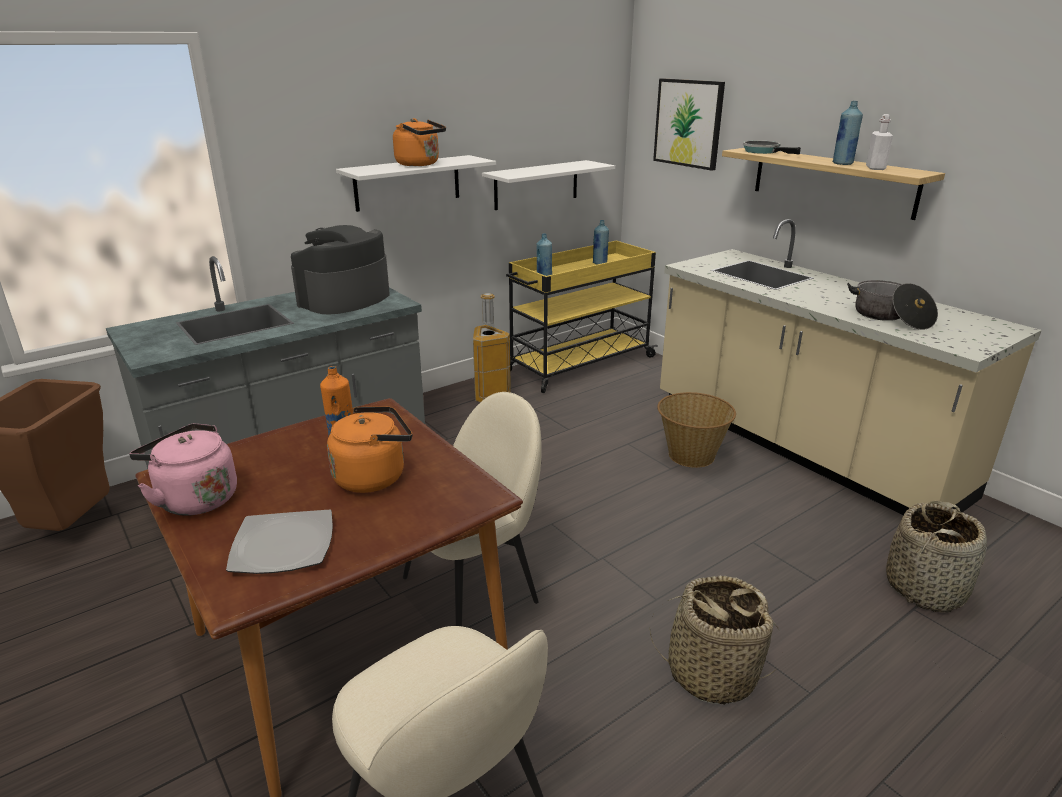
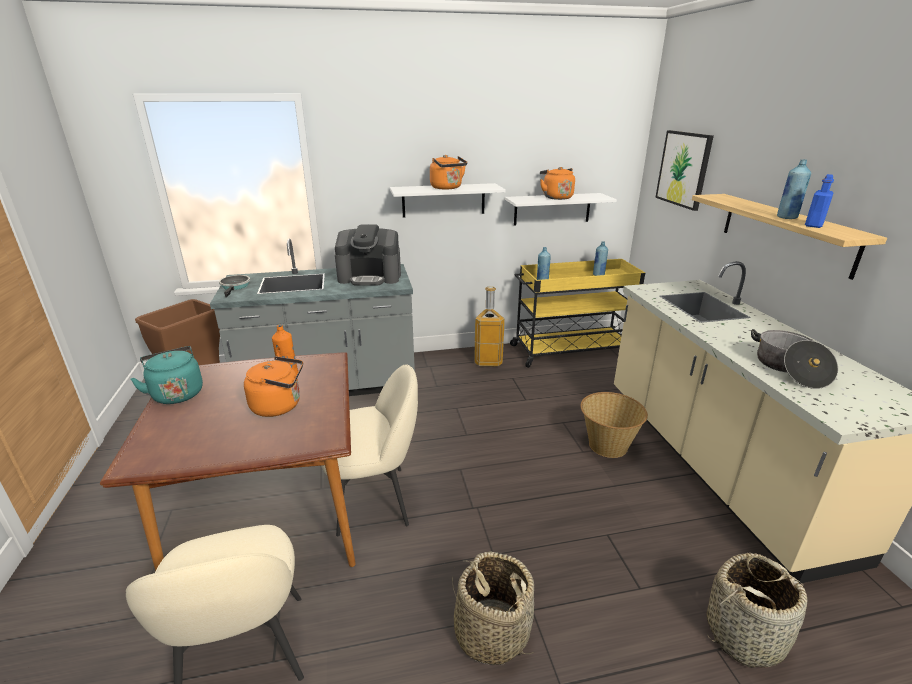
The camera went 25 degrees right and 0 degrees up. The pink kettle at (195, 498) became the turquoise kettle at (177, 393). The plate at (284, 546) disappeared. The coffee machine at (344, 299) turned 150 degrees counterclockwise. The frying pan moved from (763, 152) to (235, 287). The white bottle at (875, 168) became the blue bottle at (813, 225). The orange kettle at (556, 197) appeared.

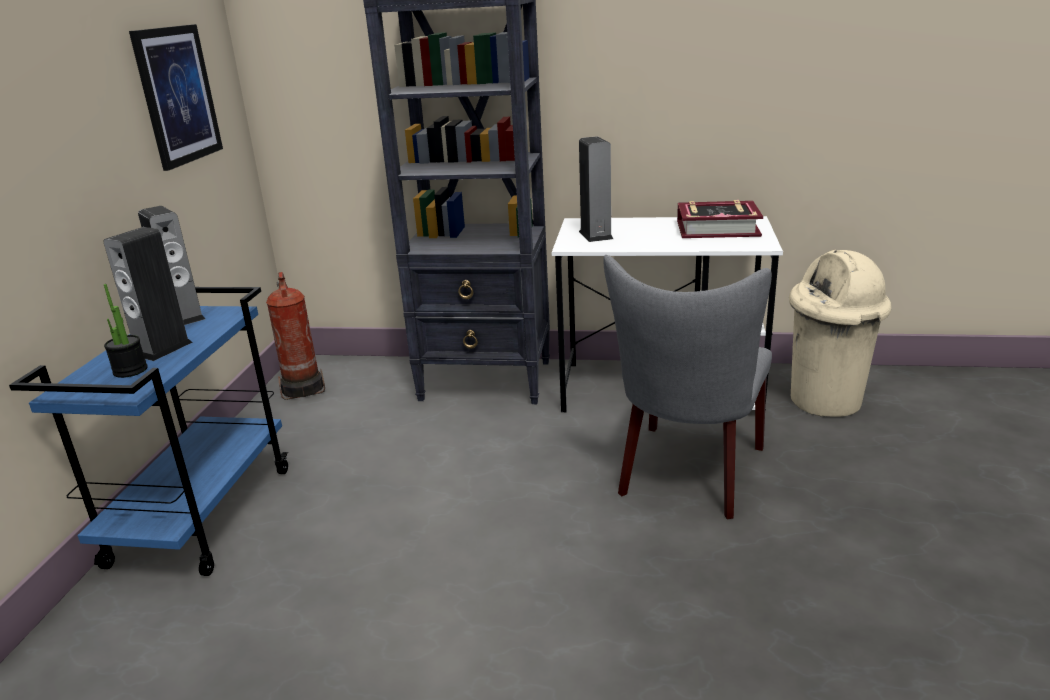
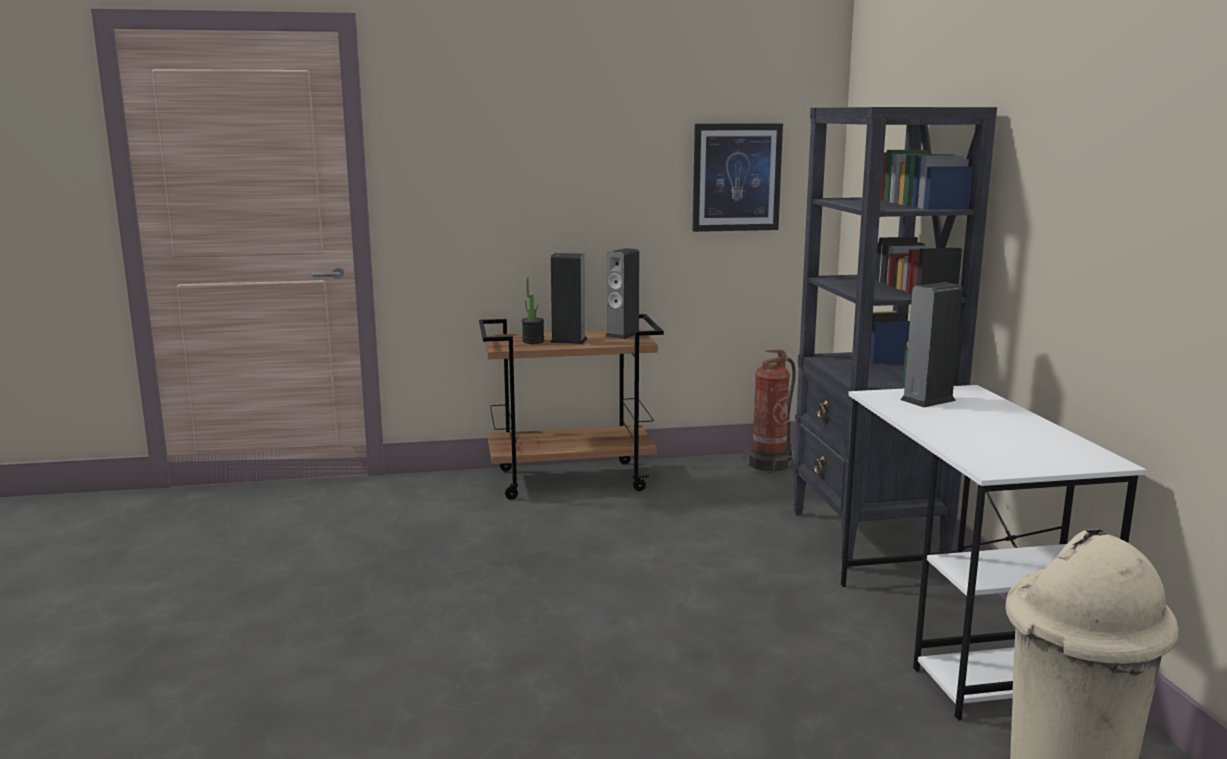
The camera went 70 degrees right and 10 degrees down. The blue cart at (202, 514) became the brown cart at (572, 479). The grey chair at (688, 475) disappeared. The book at (717, 228) disappeared.

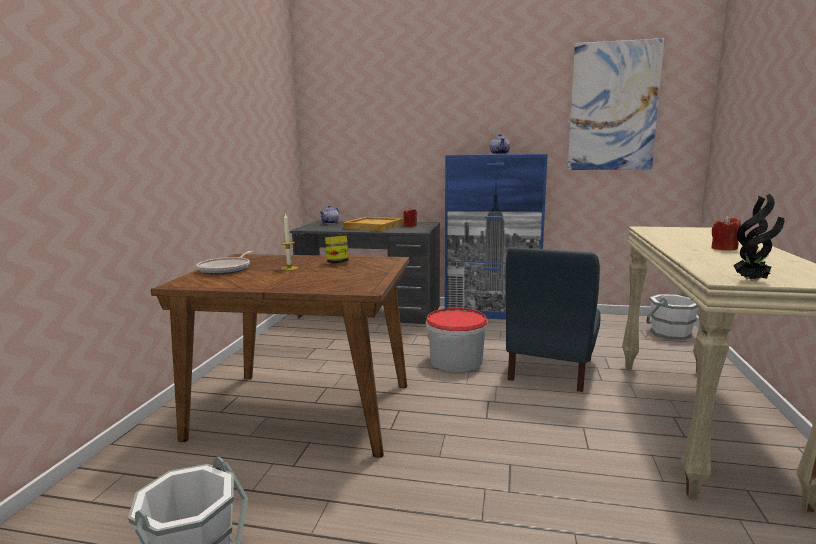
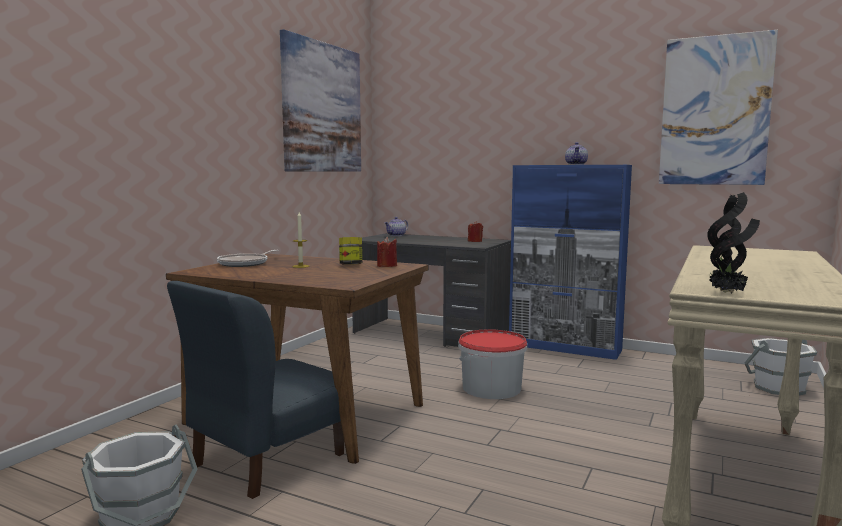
The camera went 15 degrees right and 5 degrees down. The beige tray at (373, 226) disappeared. The blue chair moved from (550, 369) to (267, 459). The red candle moved from (723, 248) to (387, 266). The picture at (322, 108) appeared.

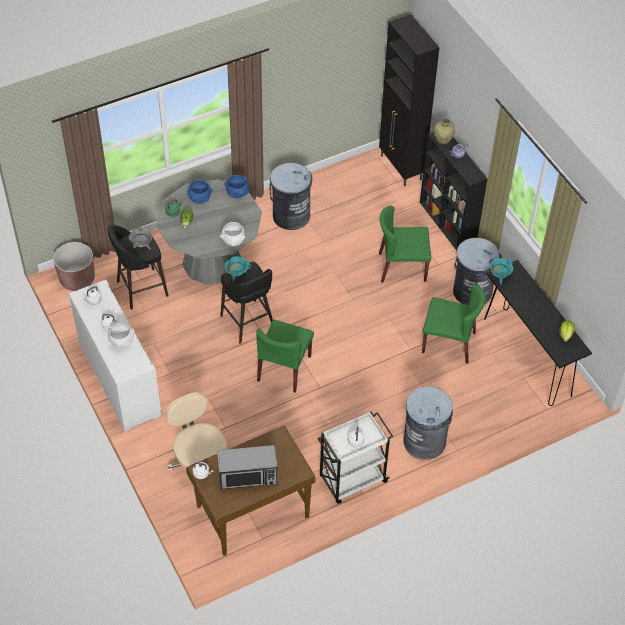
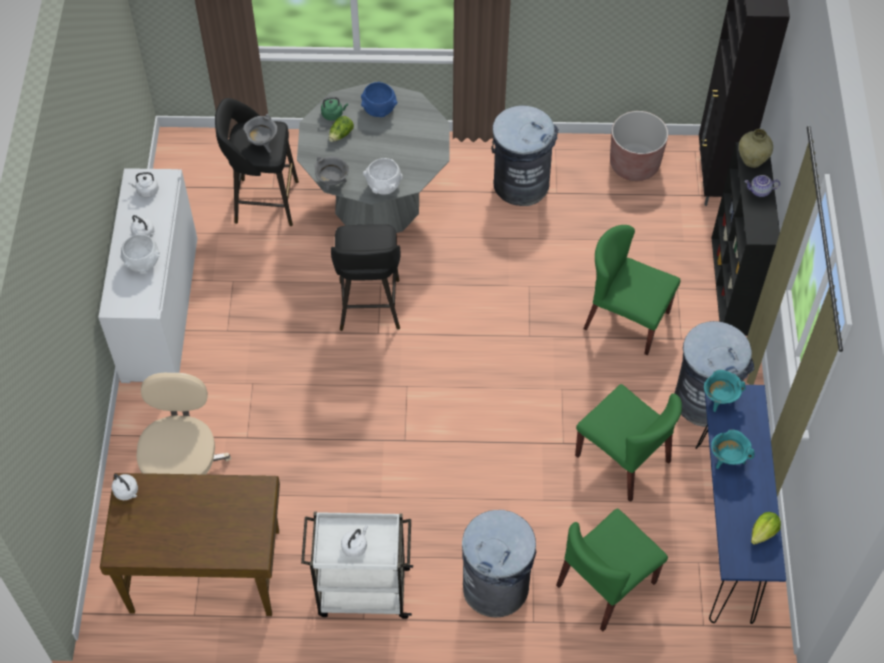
The camera went 30 degrees right and 5 degrees up. The brown planter moved from (77, 279) to (634, 164). The microwave at (248, 475) disappeared. The blue bowl at (237, 193) disappeared. The turquoise cooking pot moved from (237, 275) to (727, 459). The green chair moved from (284, 369) to (606, 585). The black console table at (527, 356) became the blue console table at (724, 531). The grey cooking pot at (332, 183) appeared.

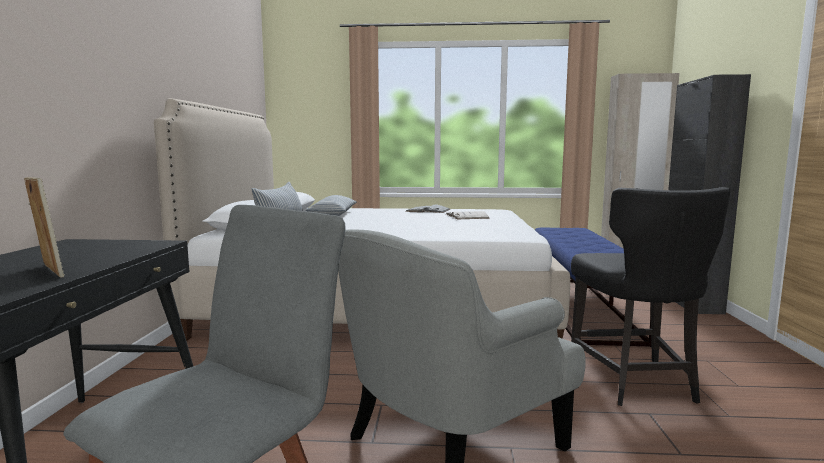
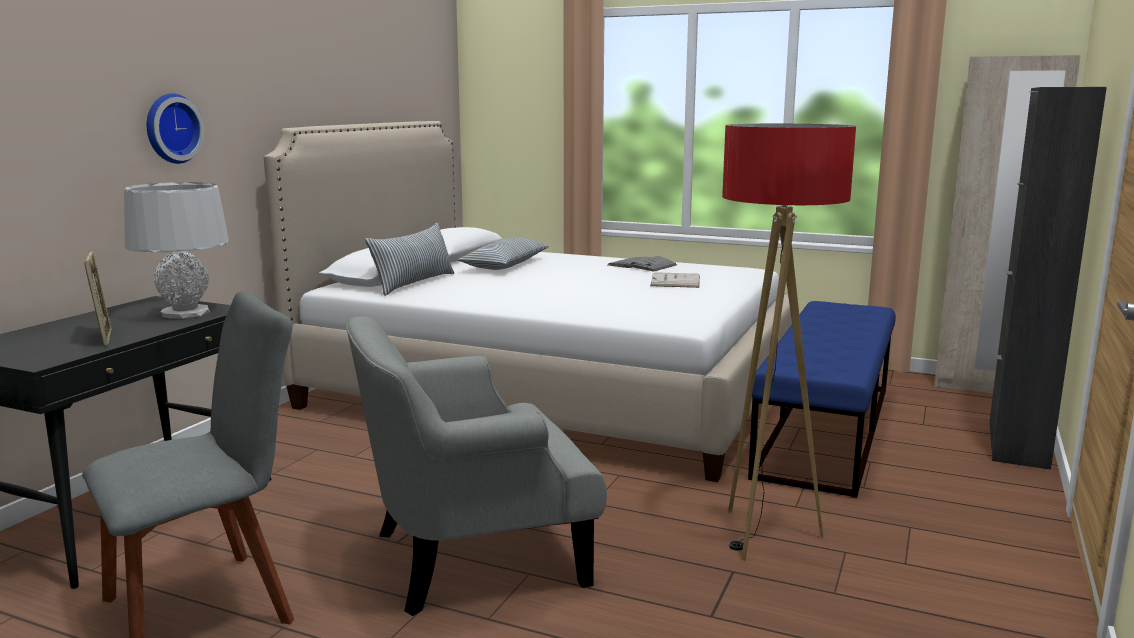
The camera went 20 degrees right and 5 degrees up. The black chair at (634, 382) was replaced by the floor lamp at (764, 535). The grey table lamp at (185, 313) appeared. The wall clock at (170, 128) appeared.

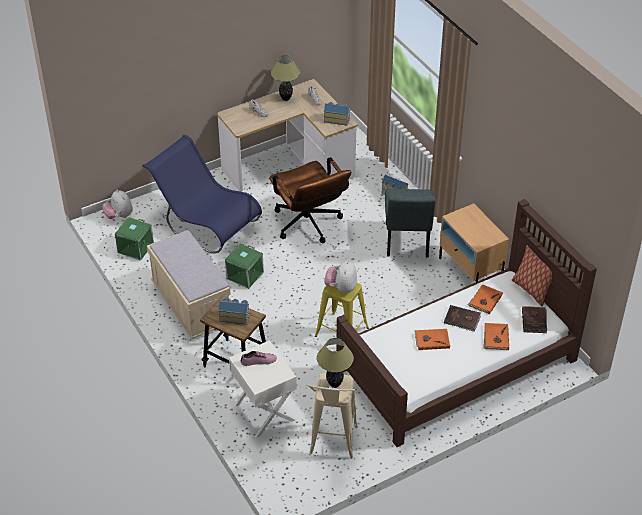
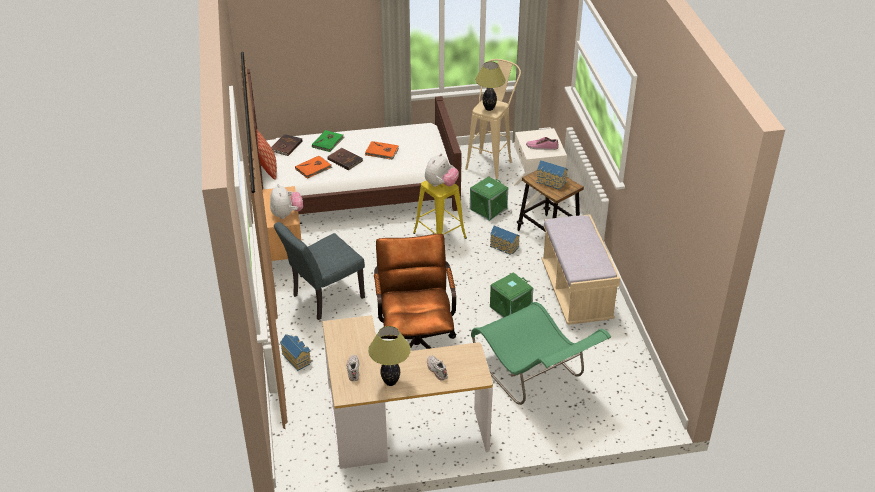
The camera went 160 degrees left and 5 degrees down. The plush toy moved from (119, 216) to (287, 214). The green storage box moved from (135, 248) to (488, 209). The blue chair at (205, 224) became the green chair at (534, 377). The toy house moved from (337, 119) to (503, 247). The grey chair at (407, 243) turned 150 degrees counterclockwise. The orange book at (495, 338) became the green book at (328, 142).

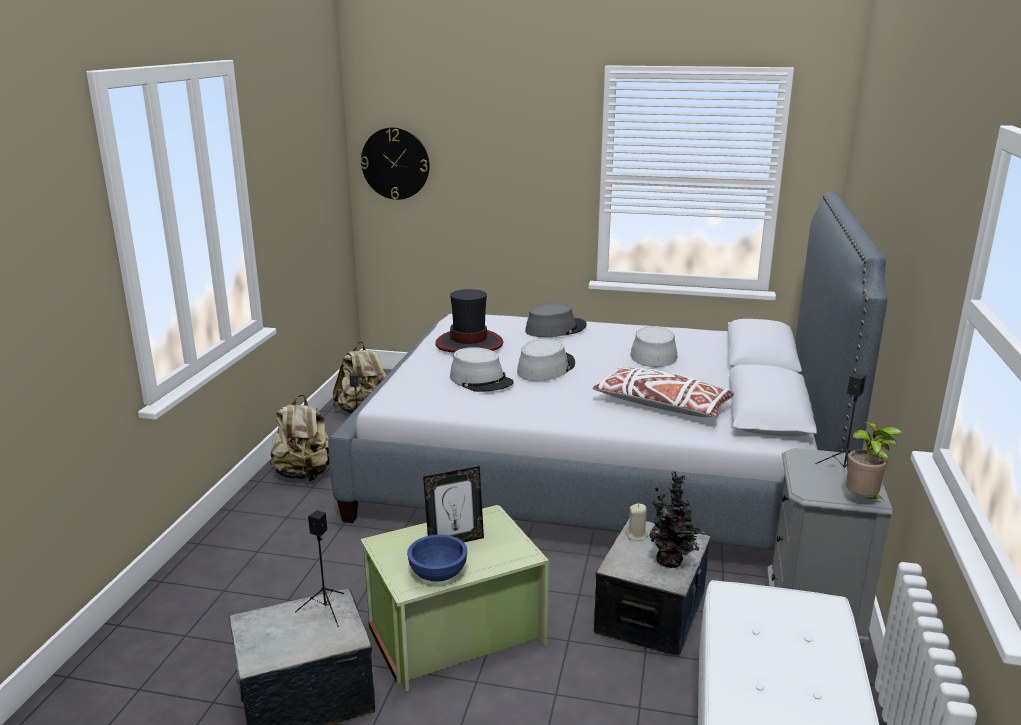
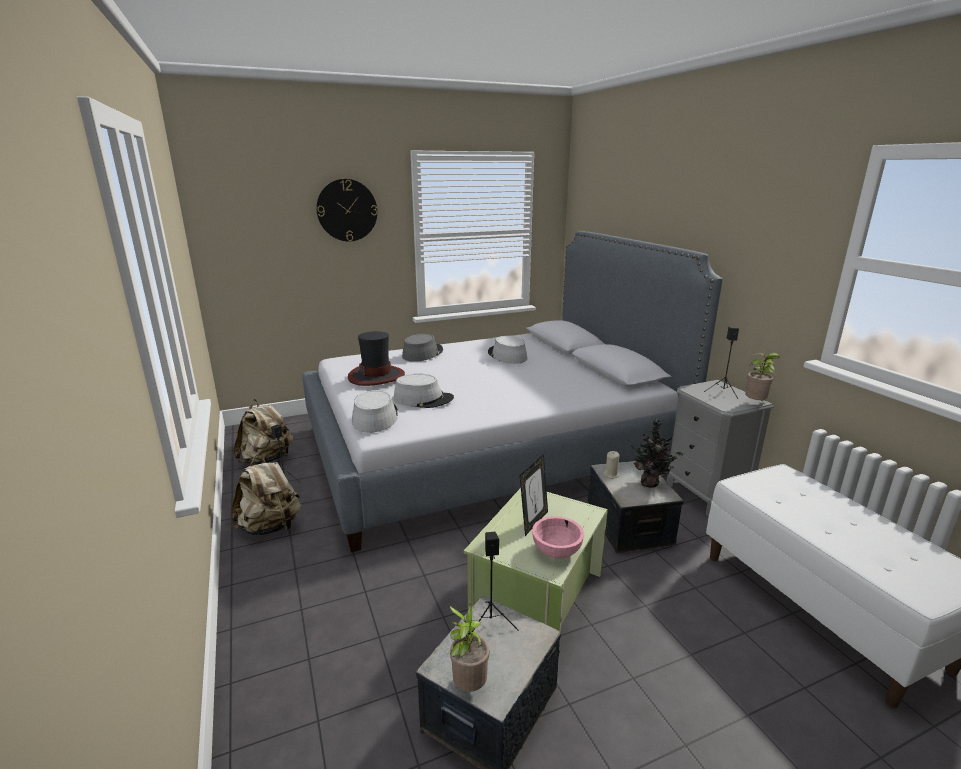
The camera went 35 degrees left and 0 degrees up. The wall clock moved from (395, 163) to (347, 210). The blue bowl at (438, 574) became the pink bowl at (557, 551). The grey hat moved from (546, 368) to (375, 417). The white pillow at (663, 405) disappeared. The potted plant at (468, 685) appeared.

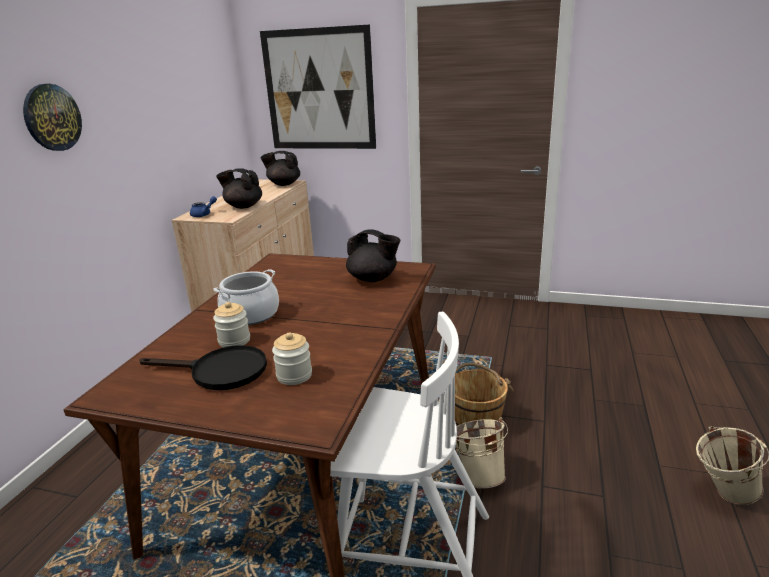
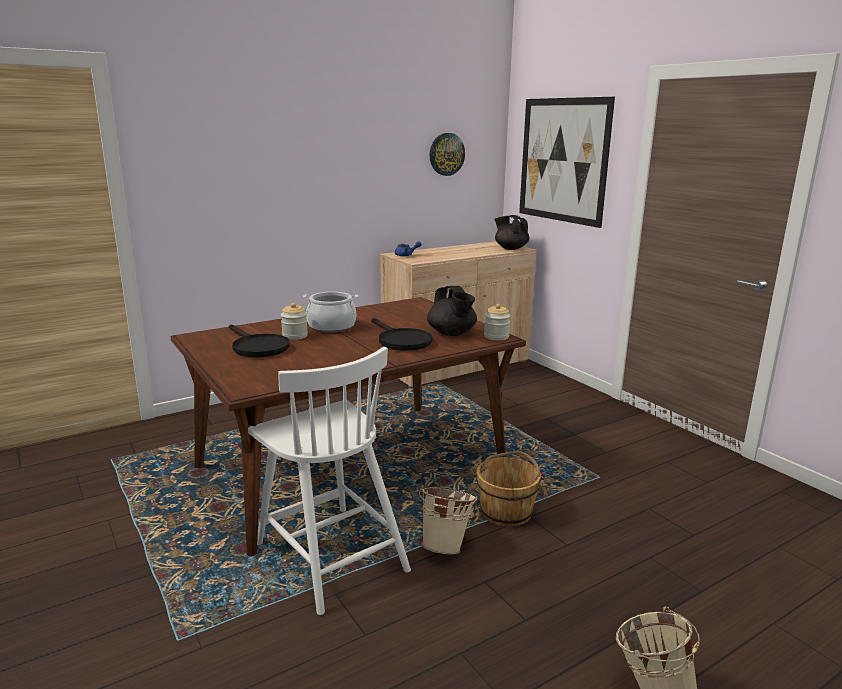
The camera went 40 degrees right and 5 degrees down. The wall clock moved from (52, 117) to (446, 154). The black teapot at (243, 206) disappeared. The jar moved from (294, 375) to (496, 337). The black frying pan at (400, 341) appeared.

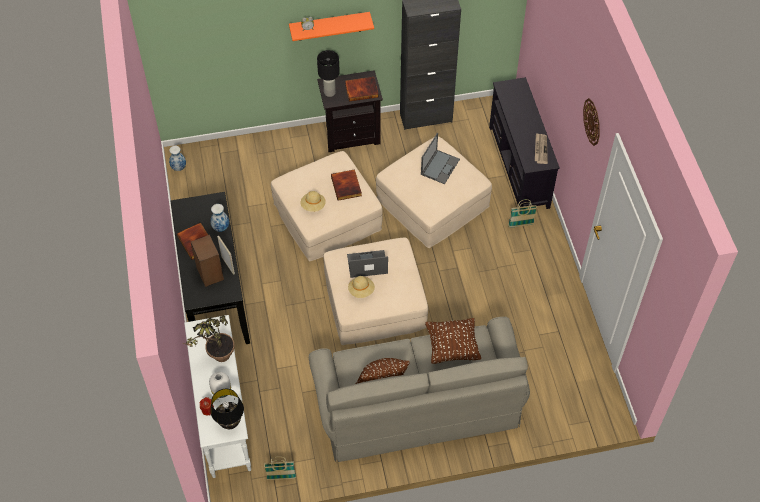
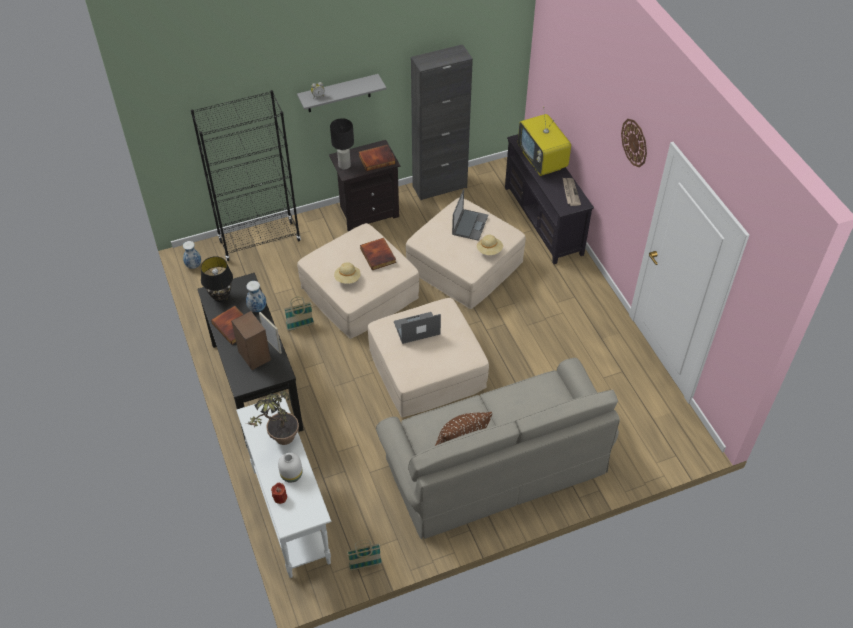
The camera went 10 degrees left and 5 degrees down. The black table lamp moved from (230, 423) to (221, 297). The orange shelf at (329, 26) became the grey shelf at (338, 93). The beige hat moved from (361, 290) to (489, 250). The brown pillow at (452, 347) disappeared. The basket moved from (521, 224) to (300, 326). The black bookcase at (260, 241) appeared. The television at (542, 161) appeared.

